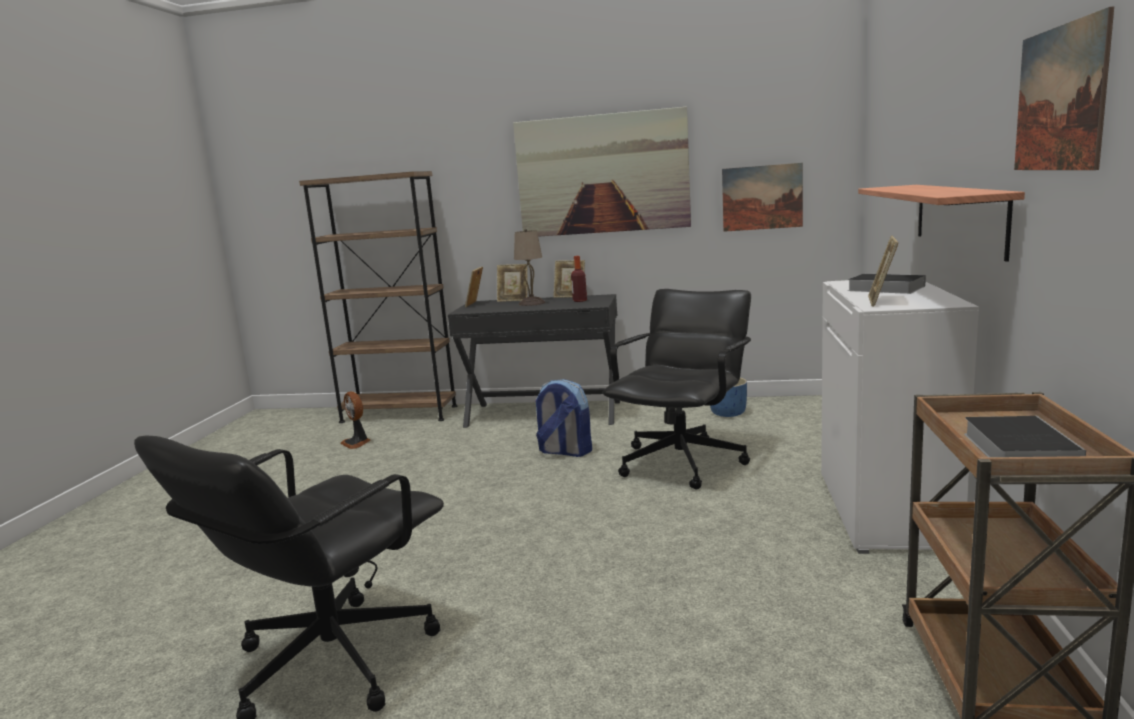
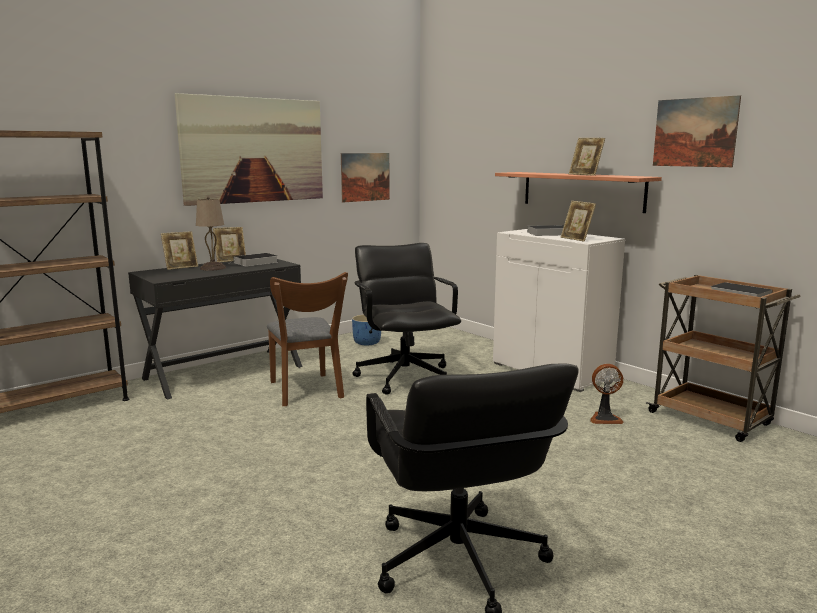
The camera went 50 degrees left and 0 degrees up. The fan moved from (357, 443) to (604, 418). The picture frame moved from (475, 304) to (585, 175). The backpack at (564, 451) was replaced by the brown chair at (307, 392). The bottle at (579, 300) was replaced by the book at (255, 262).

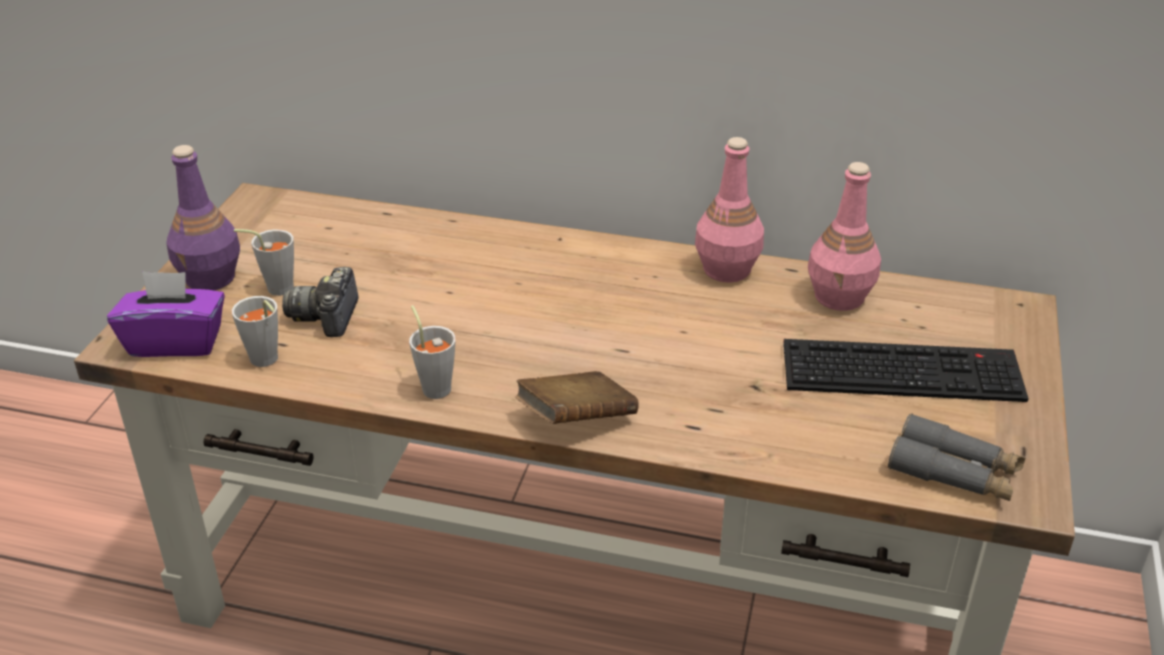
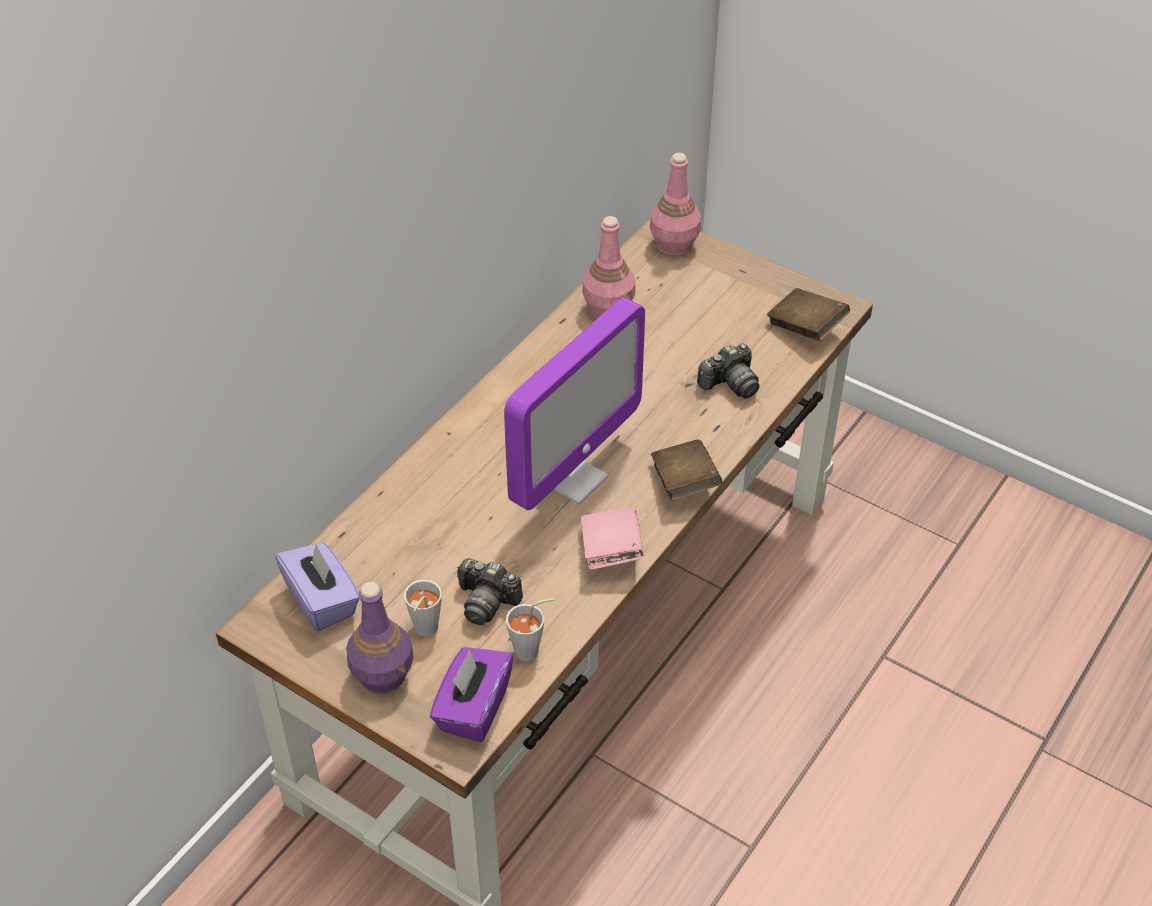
The camera went 70 degrees left and 10 degrees up. The grey cup at (434, 385) was replaced by the pink book at (611, 551). The pink bottle moved from (726, 269) to (673, 245). The keyboard at (904, 370) disappeared. The grey binoculars at (954, 472) was replaced by the brown book at (806, 328). The purple tissue box at (322, 601) appeared. The monitor at (572, 478) appeared. The photo camera at (730, 383) appeared.

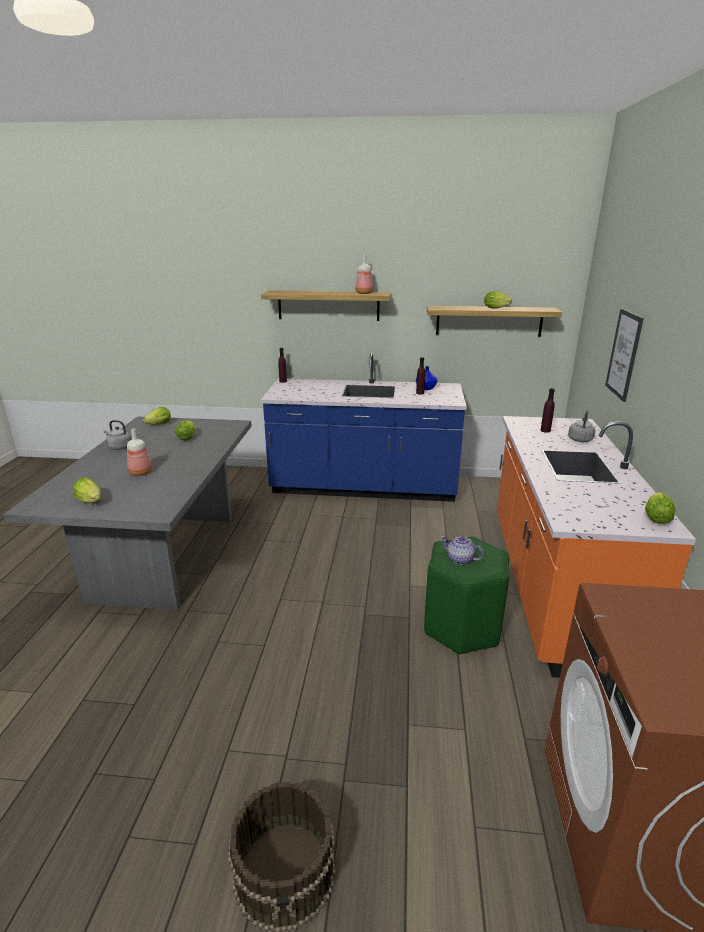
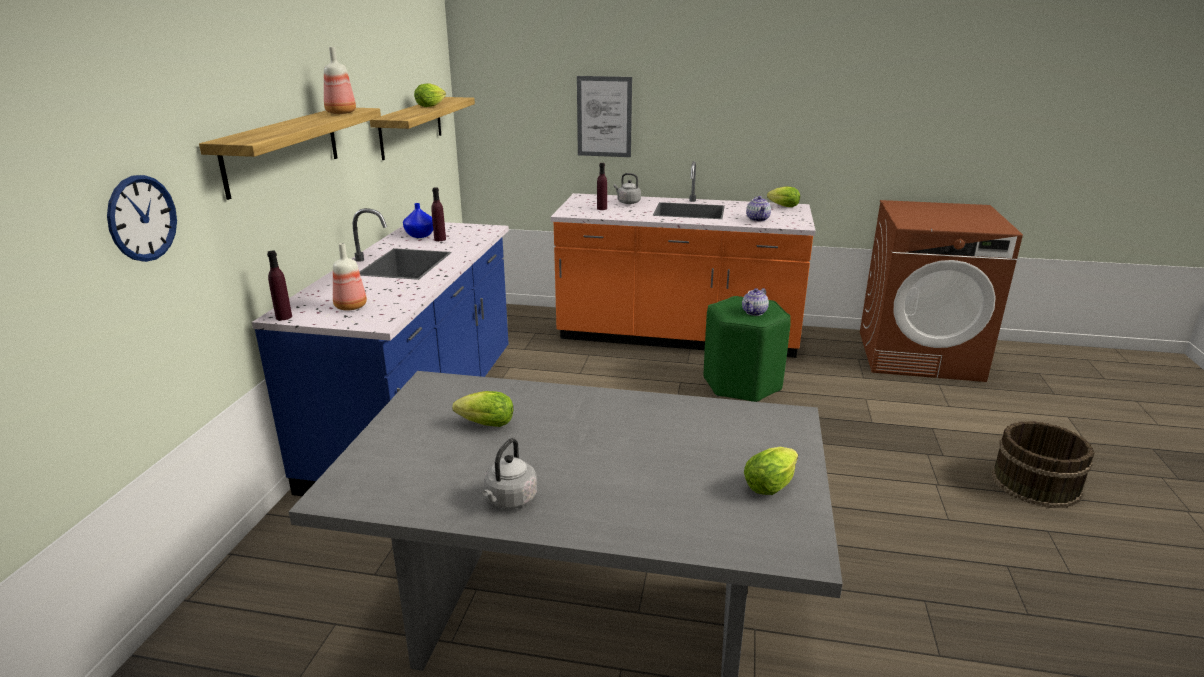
The camera went 85 degrees left and 0 degrees up. The bottle moved from (139, 473) to (350, 307). The lettuce at (157, 425) disappeared. The wall clock at (142, 218) appeared. The teapot at (758, 219) appeared.

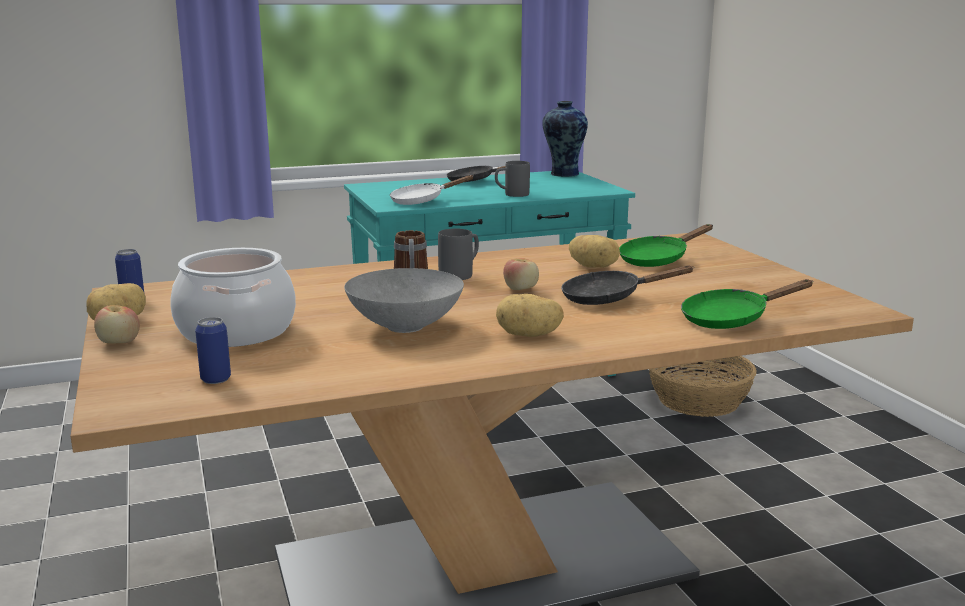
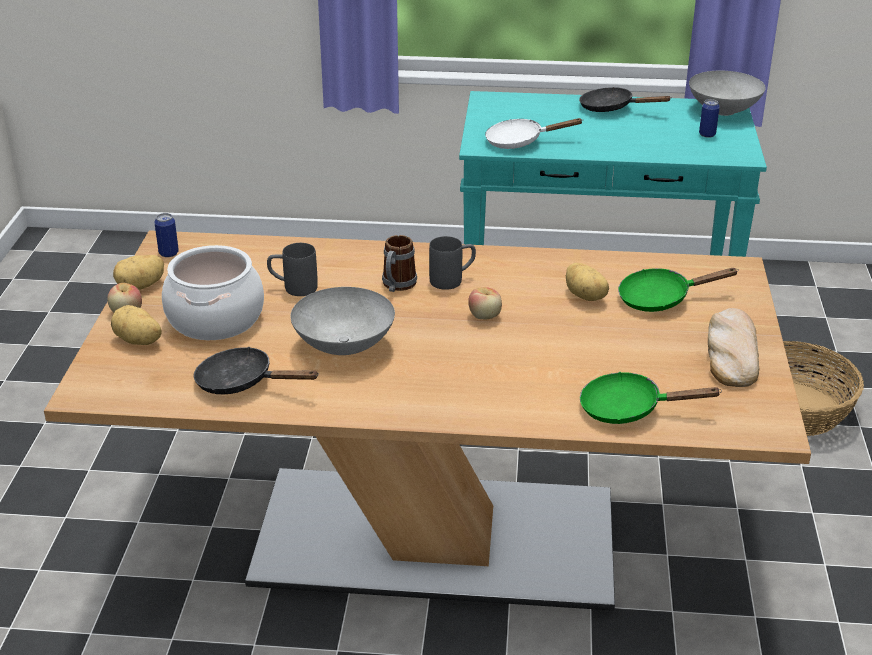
The camera went 25 degrees right and 15 degrees up. The can moved from (215, 379) to (707, 134). The grey mug moved from (511, 195) to (293, 288). The potato moved from (528, 335) to (138, 341). The vase at (563, 174) was replaced by the grey bowl at (723, 110). The black frying pan moved from (609, 298) to (242, 382). The bread at (731, 352) appeared.

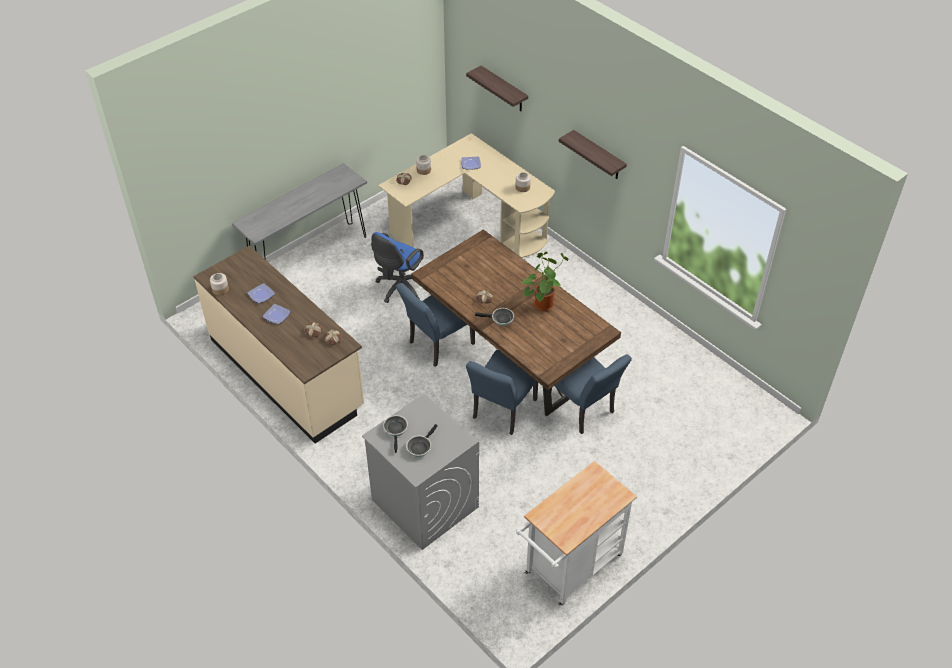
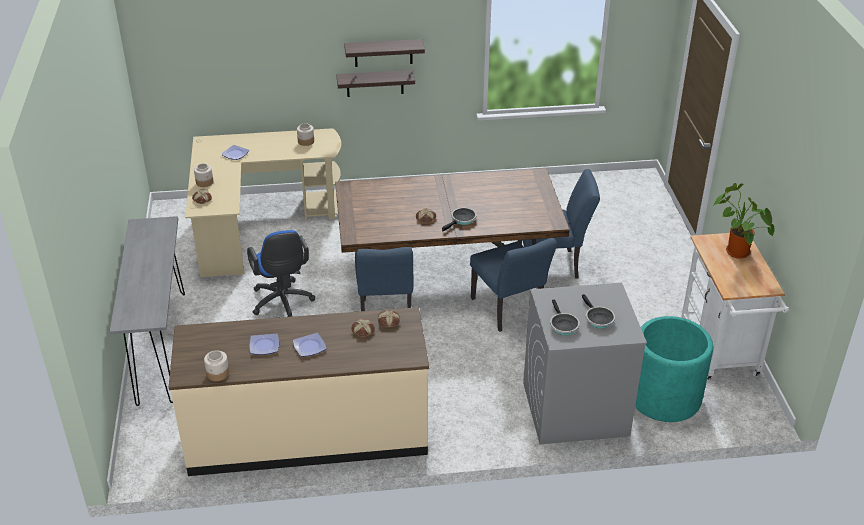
The camera went 55 degrees left and 10 degrees down. The frying pan at (396, 430) turned 135 degrees counterclockwise. The shelf moved from (504, 89) to (375, 83). The potted plant moved from (543, 303) to (734, 251). The turquoise planter at (664, 397) appeared.

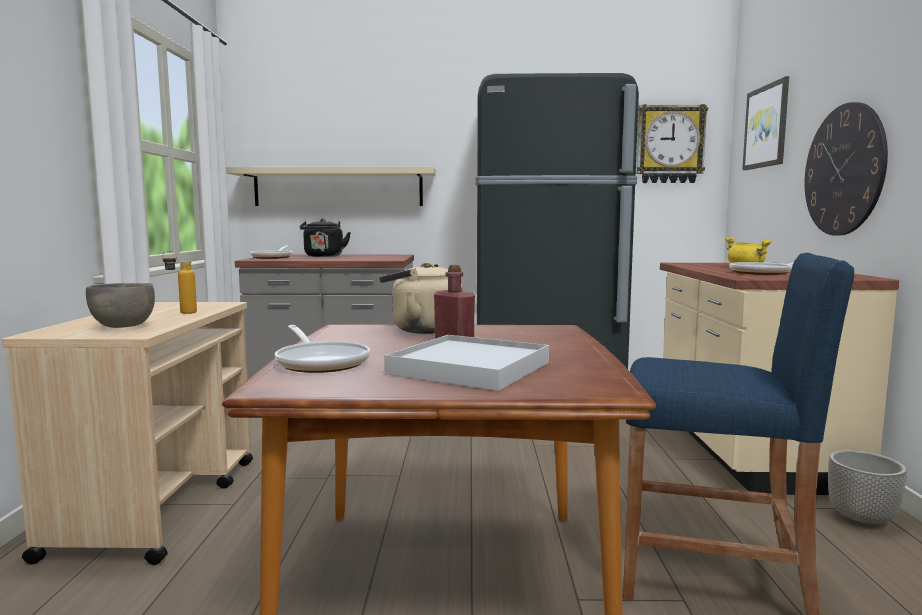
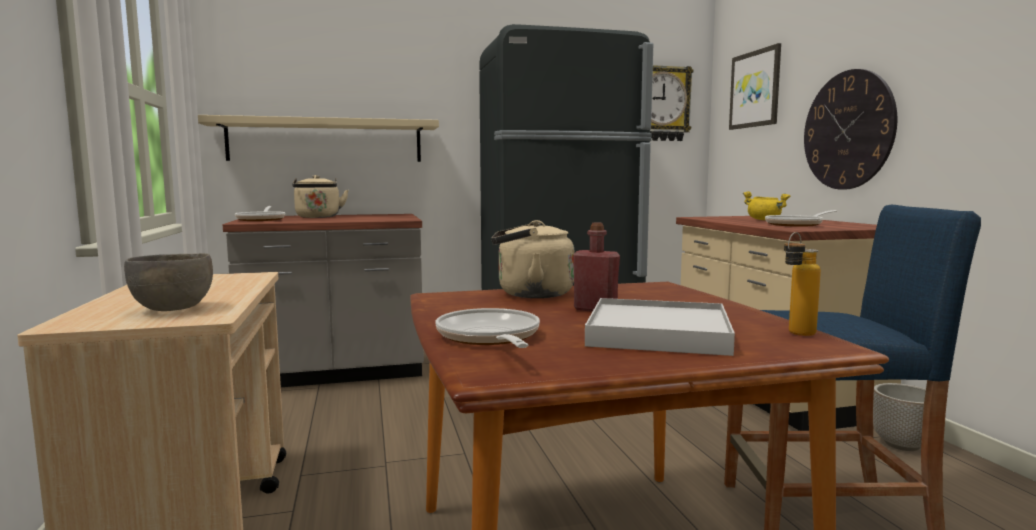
The camera went 15 degrees left and 0 degrees up. The bottle moved from (181, 313) to (796, 335). The frying pan at (321, 362) turned 150 degrees counterclockwise. The black kettle at (323, 256) became the beige kettle at (318, 217).

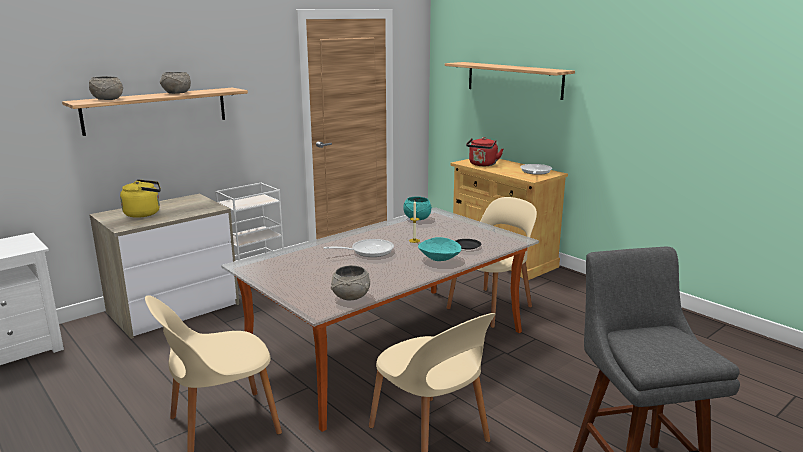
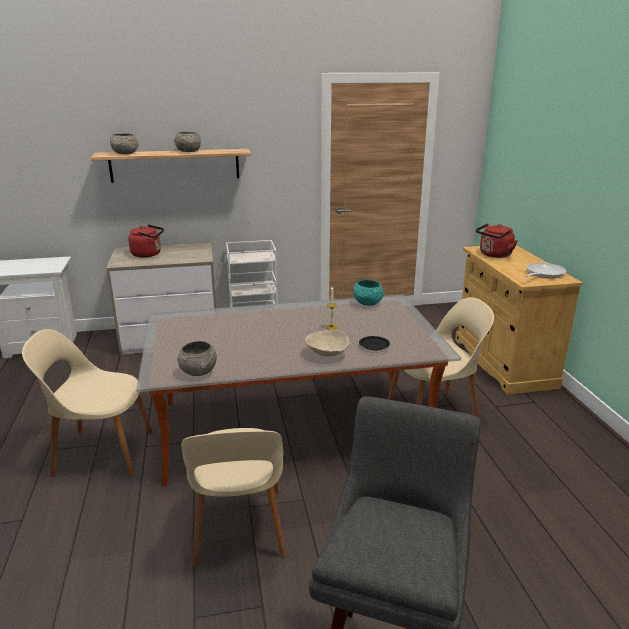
The camera went 30 degrees right and 5 degrees up. The yellow kettle at (145, 213) became the red kettle at (148, 254). The frying pan at (368, 251) disappeared. The turquoise bowl at (439, 259) became the beige bowl at (327, 353). The shelf at (514, 80) disappeared.

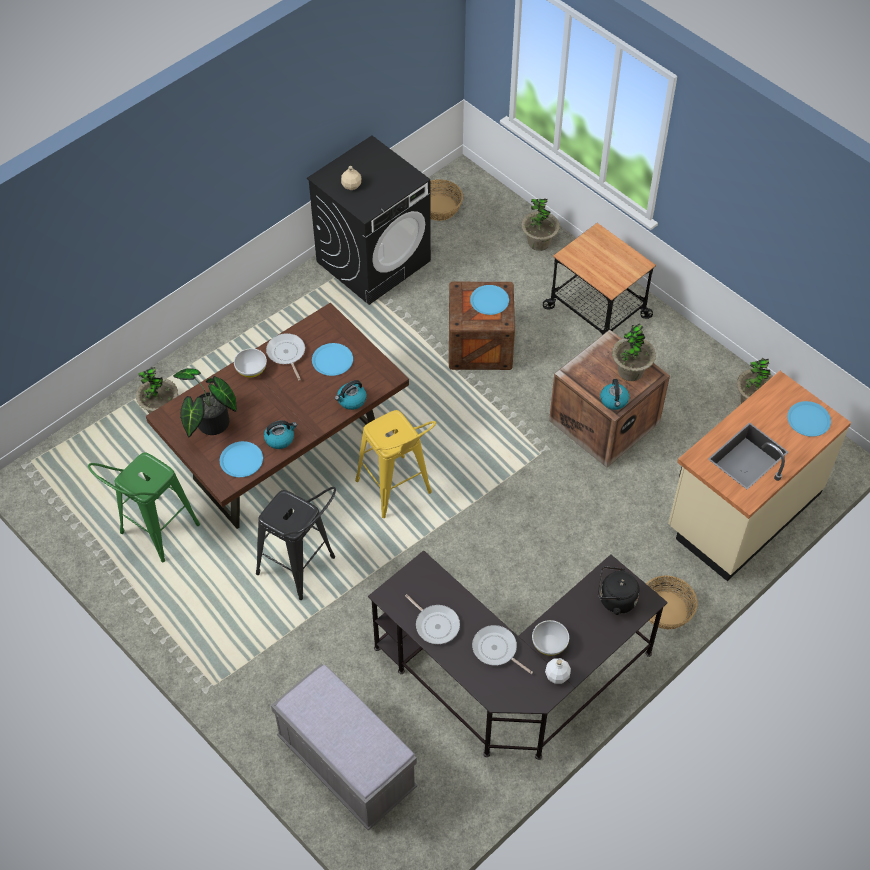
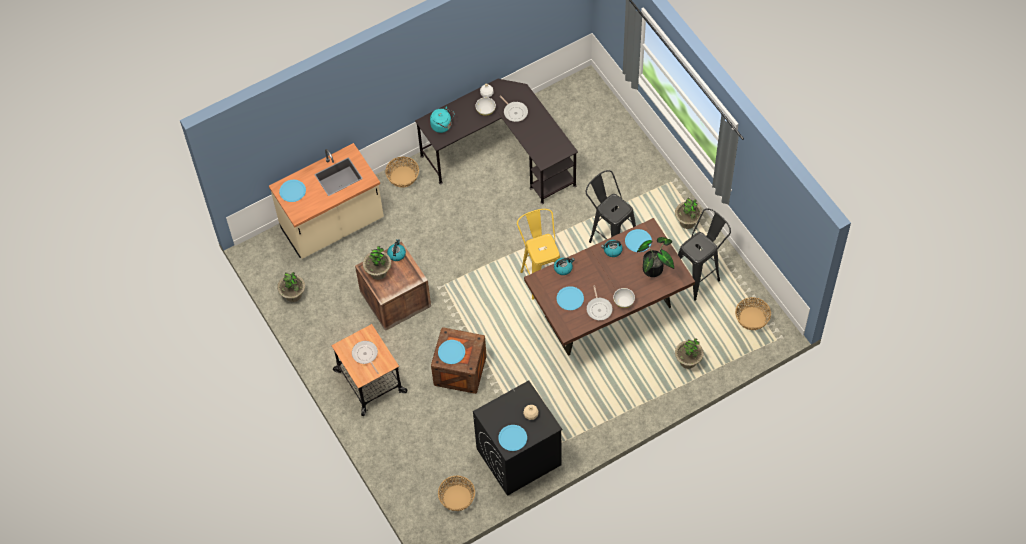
The camera went 165 degrees left and 5 degrees up. The green stool at (154, 534) became the black stool at (698, 275). The grey bench at (346, 764) disappeared. The frying pan moved from (435, 624) to (365, 355). The potted plant moved from (539, 242) to (687, 222). The black kettle at (615, 600) became the turquoise kettle at (442, 126). The blue plate at (512, 438) appeared. The basket at (752, 319) appeared.

